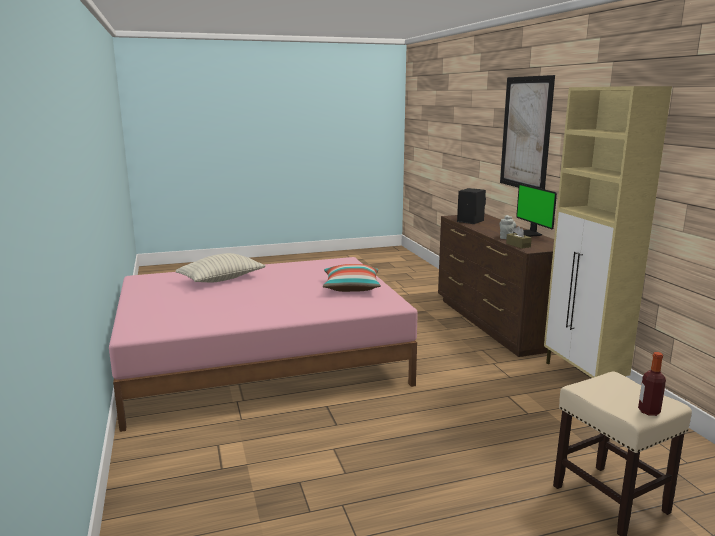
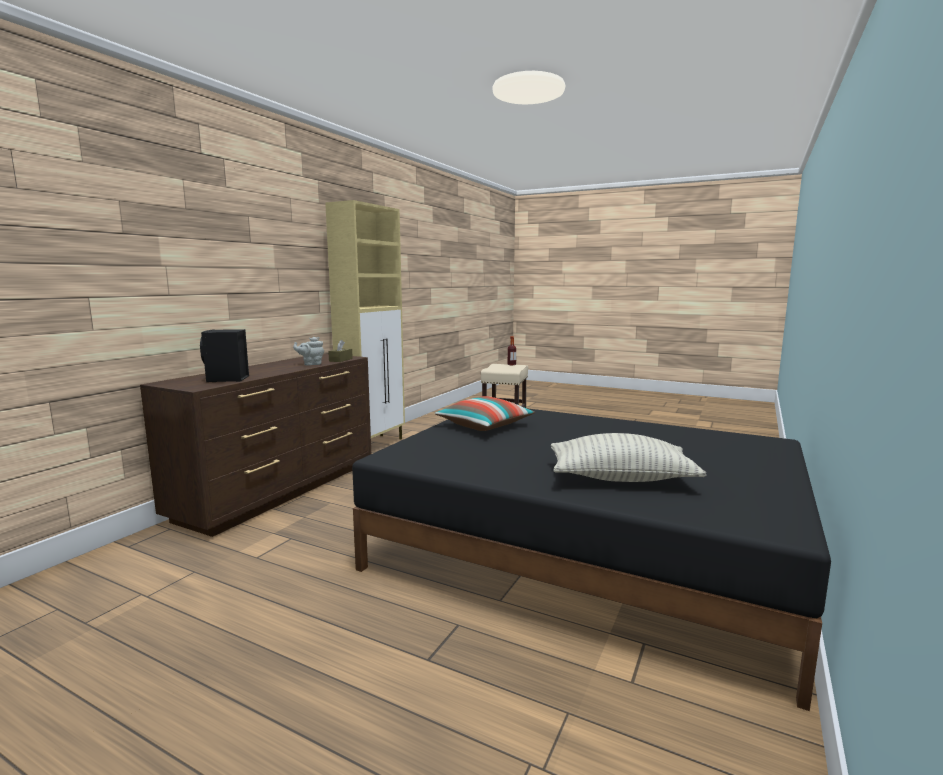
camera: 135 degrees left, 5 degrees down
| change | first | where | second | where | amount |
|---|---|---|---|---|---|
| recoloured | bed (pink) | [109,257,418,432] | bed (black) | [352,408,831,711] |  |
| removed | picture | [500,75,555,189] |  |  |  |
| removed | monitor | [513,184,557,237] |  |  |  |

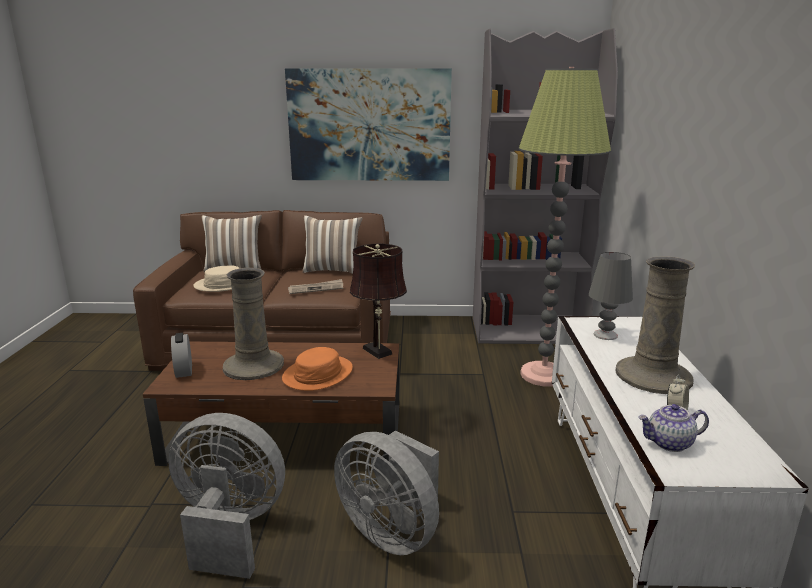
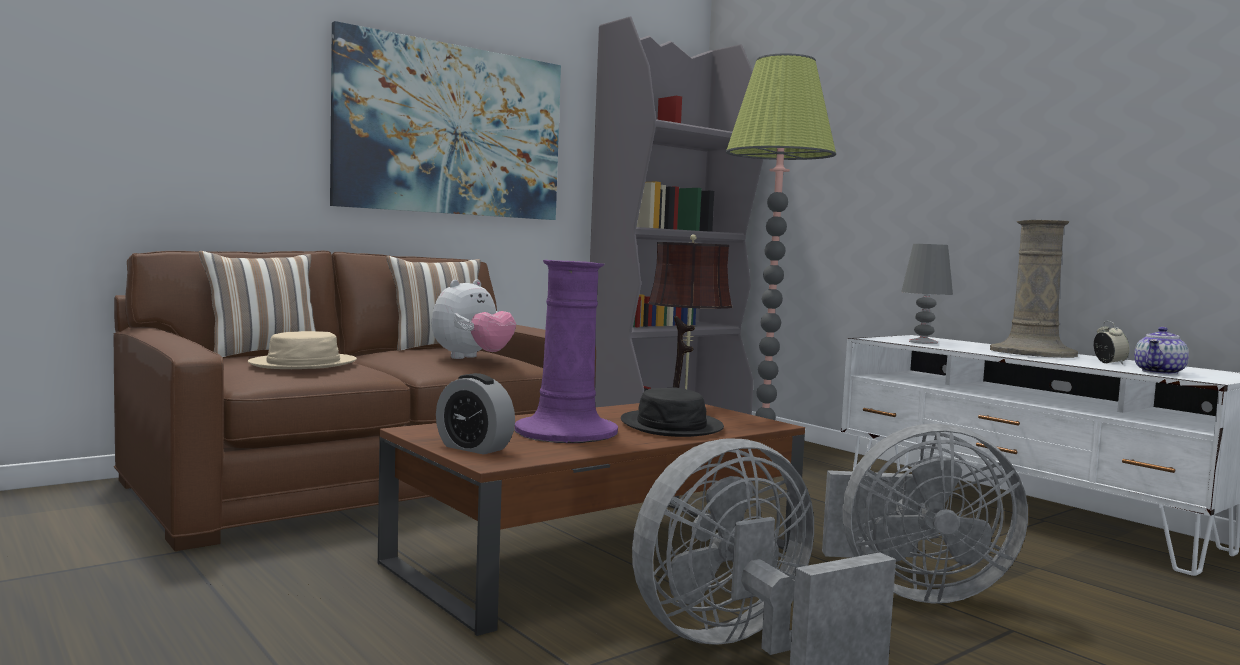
camera: 40 degrees left, 15 degrees down
| change | first | where | second | where | amount |
|---|---|---|---|---|---|
| recoloured | vase (beige) | [223,268,284,380] | vase (purple) | [514,260,618,443] |  |
| recoloured | hat (orange) | [282,347,353,391] | hat (black) | [621,388,724,437] |  |
| replaced | newspaper | [288,279,343,294] | plush toy | [432,279,516,359] |  |

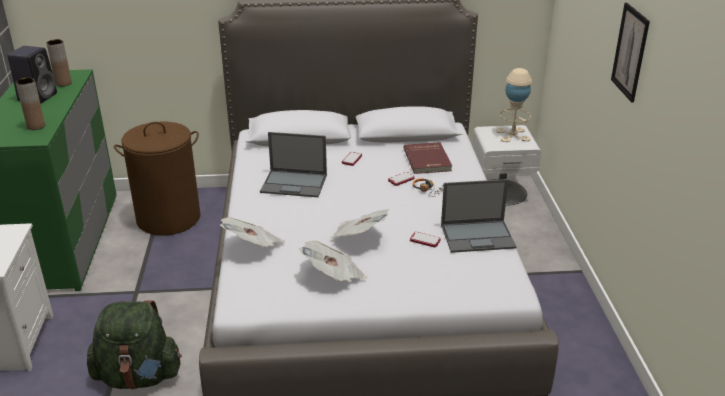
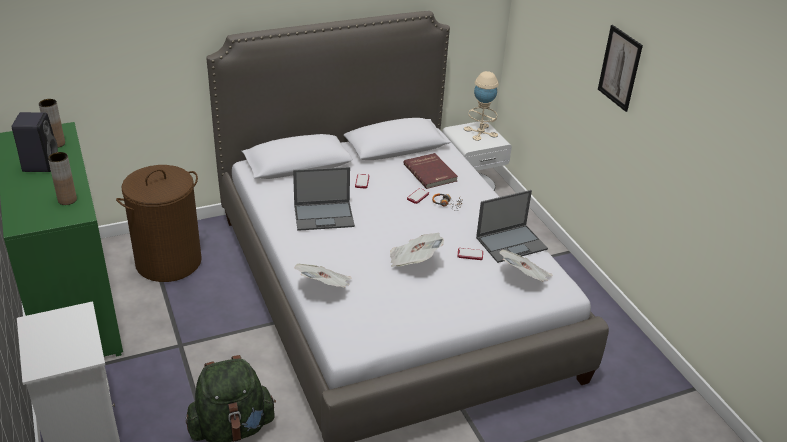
camera: 20 degrees left, 5 degrees up
| change | first | where | second | where | amount |
|---|---|---|---|---|---|
| moved | newspaper | [299,241,367,282] |  | [499,250,553,282] |  |

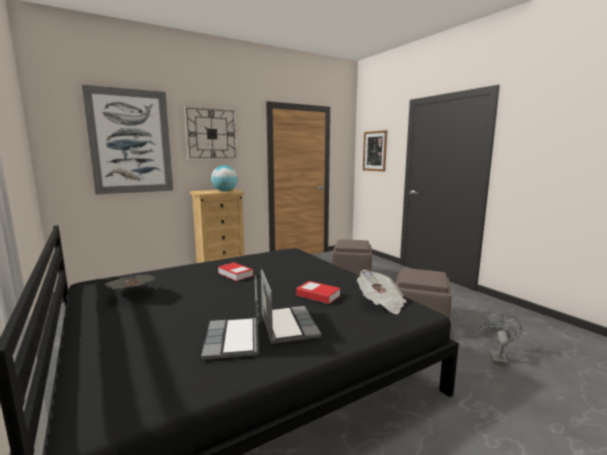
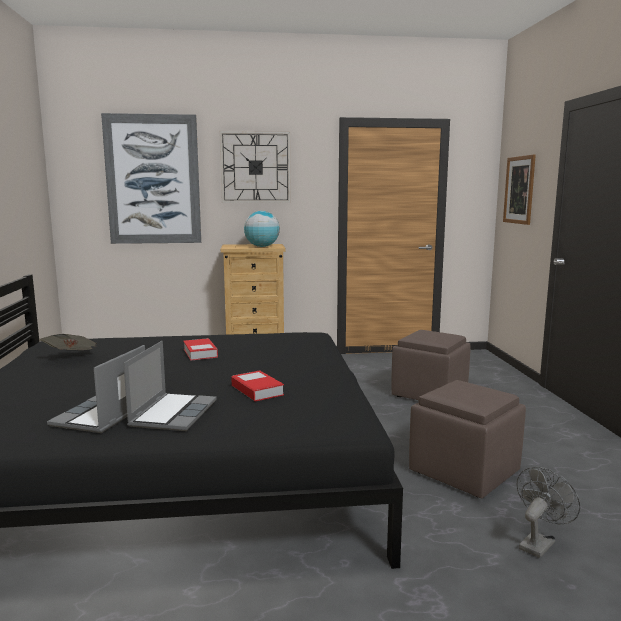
camera: 25 degrees right, 0 degrees up
| change | first | where | second | where | amount |
|---|---|---|---|---|---|
| removed | newspaper | [357,270,407,314] |  |  |  |

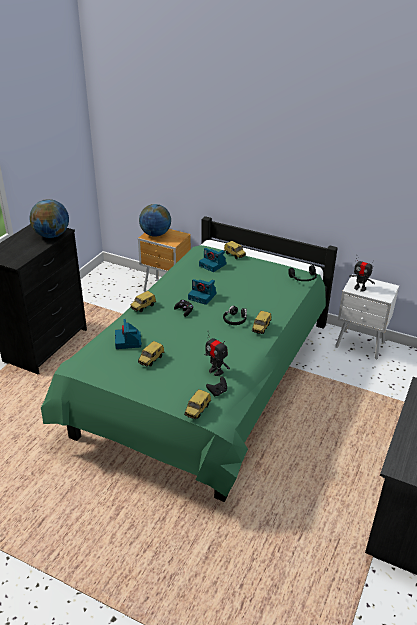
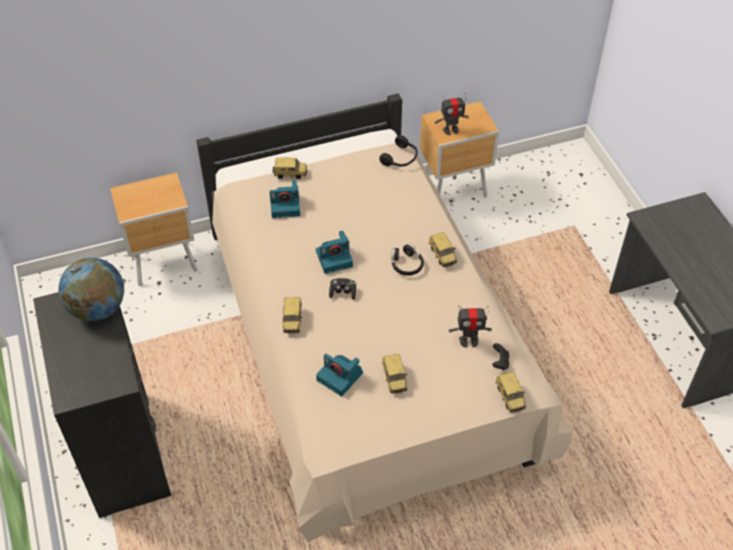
camera: 45 degrees left, 15 degrees up
| change | first | where | second | where | amount |
|---|---|---|---|---|---|
| recoloured | bed (green) | [41,216,338,502] | bed (beige) | [196,94,571,543] |  |
| removed | globe | [139,204,171,237] |  |  |  |
| recoloured | nightstand (white) | [335,274,399,360] | nightstand (brown) | [420,101,499,198] |  |

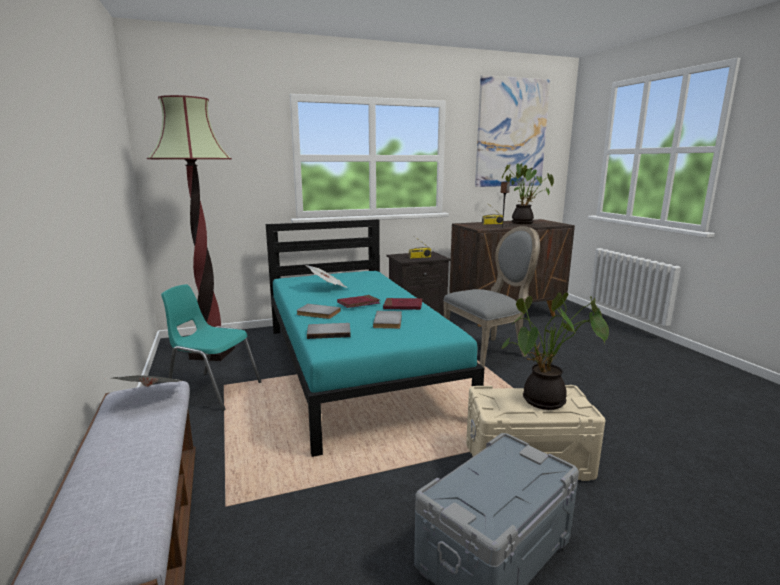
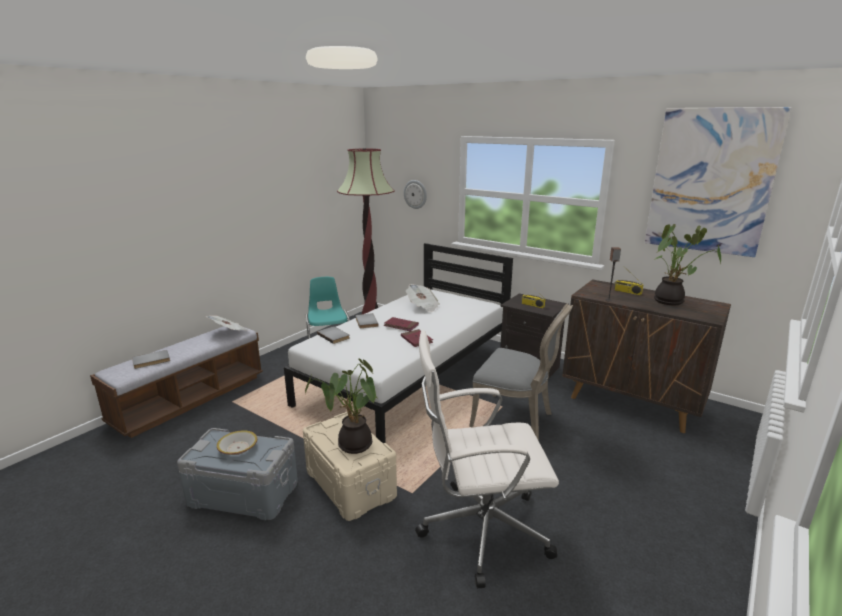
camera: 55 degrees right, 5 degrees up
| change | first | where | second | where | amount |
|---|---|---|---|---|---|
| recoloured | bed (turquoise) | [266,219,484,457] | bed (white) | [284,243,513,443] |  |
| moved | book (grey) | [373,311,402,329] |  | [132,350,170,369] |  |
| added |  |  | bowl | [217,430,257,455] |  |
| added |  |  | wall clock | [404,180,427,209] |  |
| added |  |  | office chair (white) | [415,330,559,588] |  |

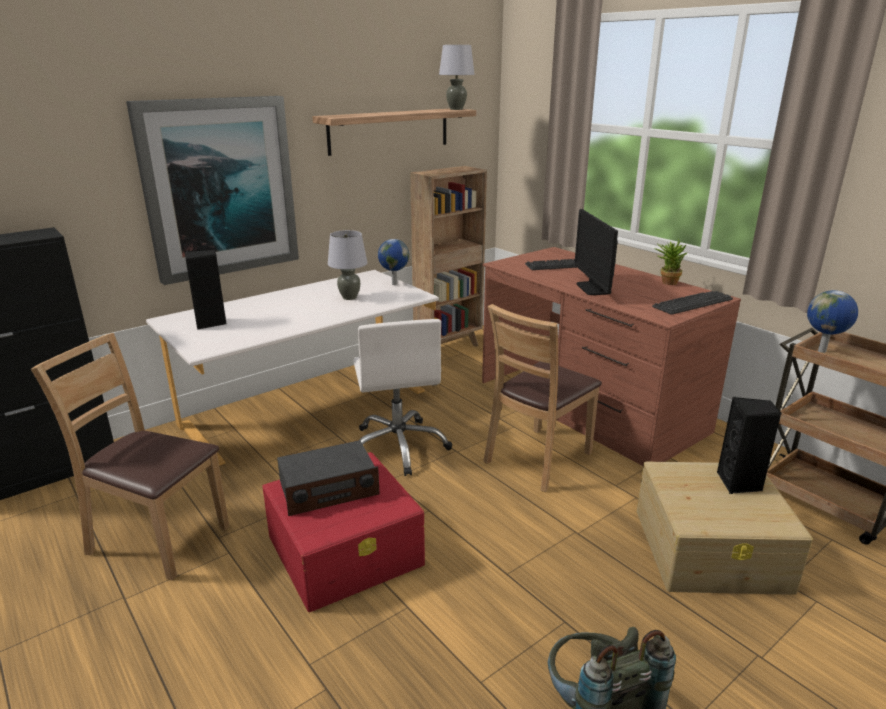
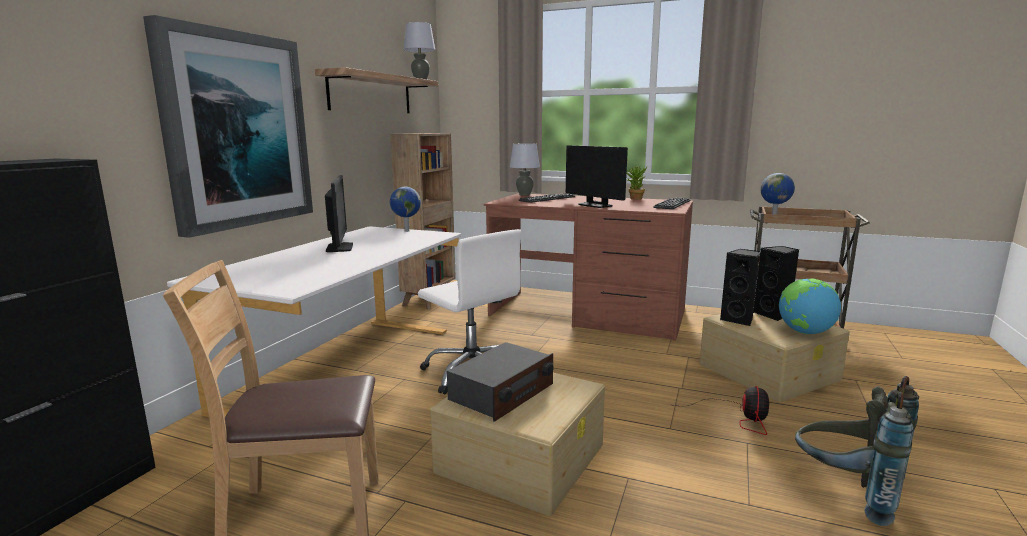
camera: 30 degrees left, 10 degrees down
| change | first | where | second | where | amount |
|---|---|---|---|---|---|
| moved | speaker (black) | [185,249,227,330] |  | [720,249,760,326] |  |
| recoloured | storage box (red) | [262,452,425,612] | storage box (beige) | [430,373,605,516] |  |
| moved | table lamp (grey) | [328,230,368,300] |  | [510,144,540,196] |  |
| removed | chair (brown) | [484,304,602,492] |  |  |  |
| added |  |  | monitor | [325,175,353,252] |  |
| added |  |  | fan | [674,386,769,435] |  |
| added |  |  | globe | [779,279,841,334] |  |

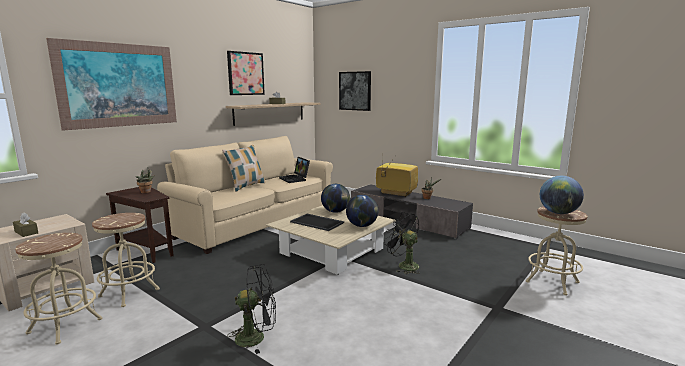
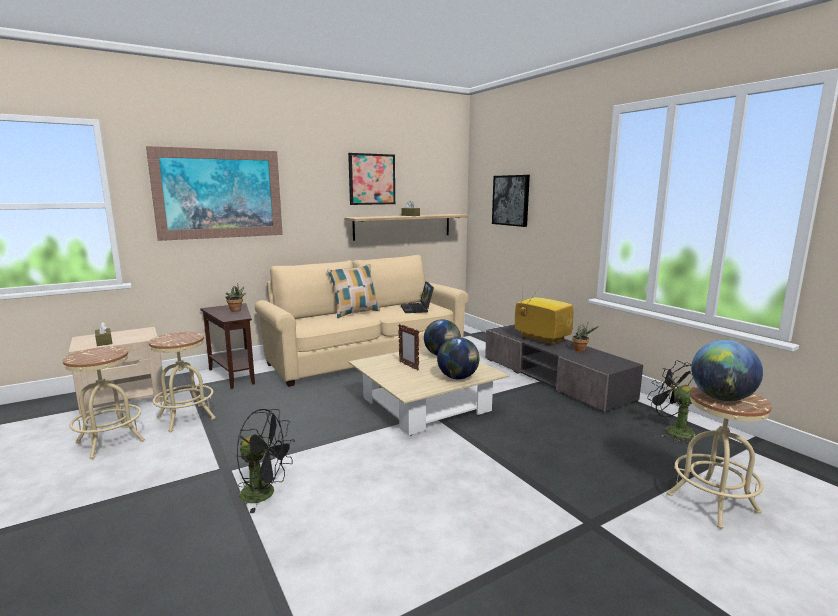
camera: 20 degrees right, 0 degrees up
| change | first | where | second | where | amount |
|---|---|---|---|---|---|
| replaced | tray | [290,214,344,231] | picture frame | [398,324,419,371] |  |
| moved | fan (black) | [384,212,420,274] |  | [647,361,696,444] |  |

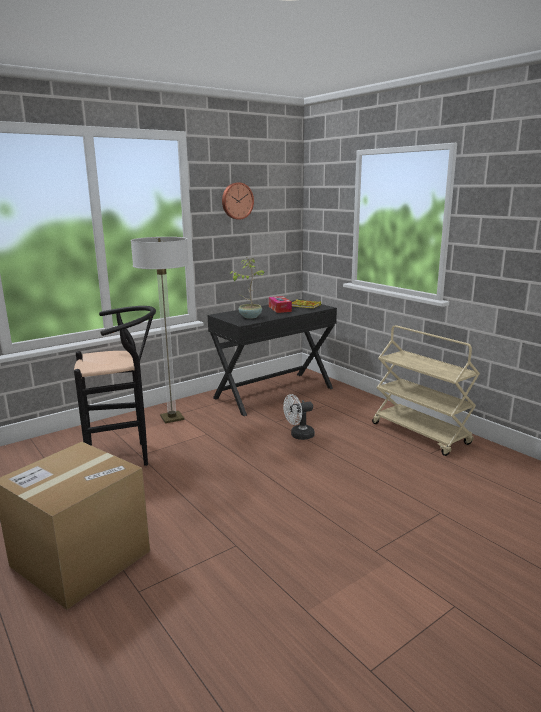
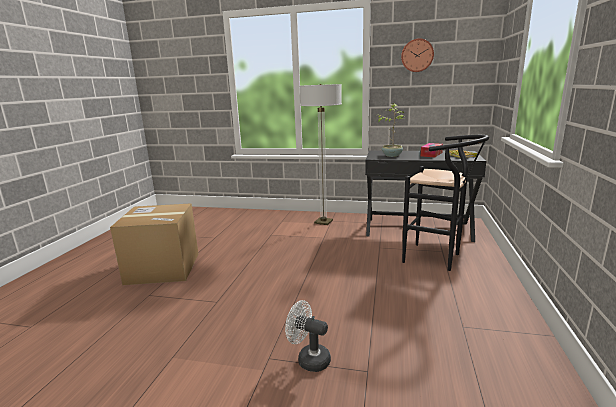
camera: 50 degrees right, 0 degrees up
| change | first | where | second | where | amount |
|---|---|---|---|---|---|
| moved | stool (black) | [74,306,156,466] |  | [402,135,489,271] |  |
| moved | fan (white) | [283,394,315,440] |  | [285,300,331,372] |  |
| removed | cart (beige) | [372,325,480,456] |  |  |  |

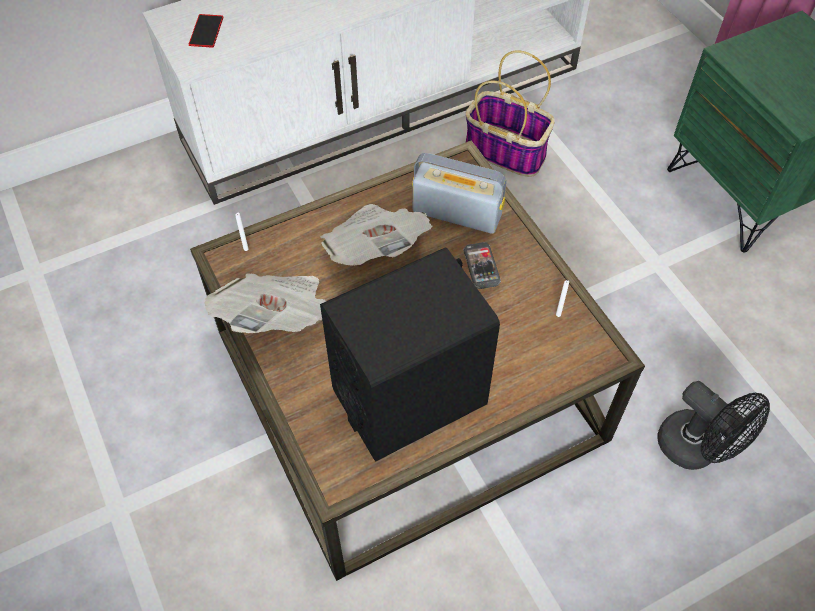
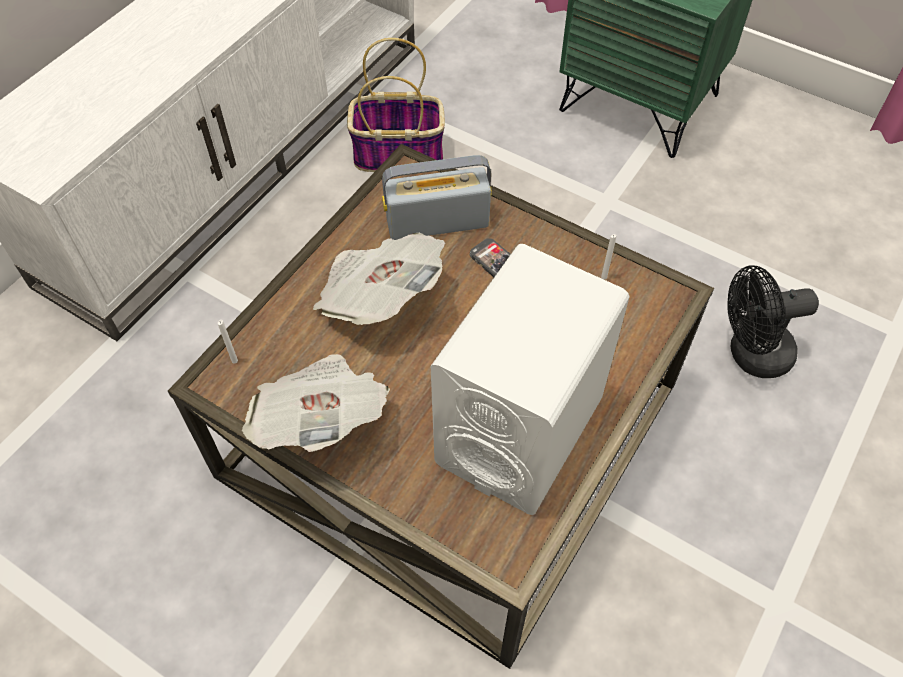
camera: 30 degrees left, 0 degrees up
| change | first | where | second | where | amount |
|---|---|---|---|---|---|
| removed | phone | [189,14,224,48] |  |  |  |
| recoloured | speaker (black) | [320,248,500,461] | speaker (white) | [431,244,630,515] |  |
| turned | fan (black) | [657,381,770,470] |  | [727,266,819,378] | 150 degrees clockwise |

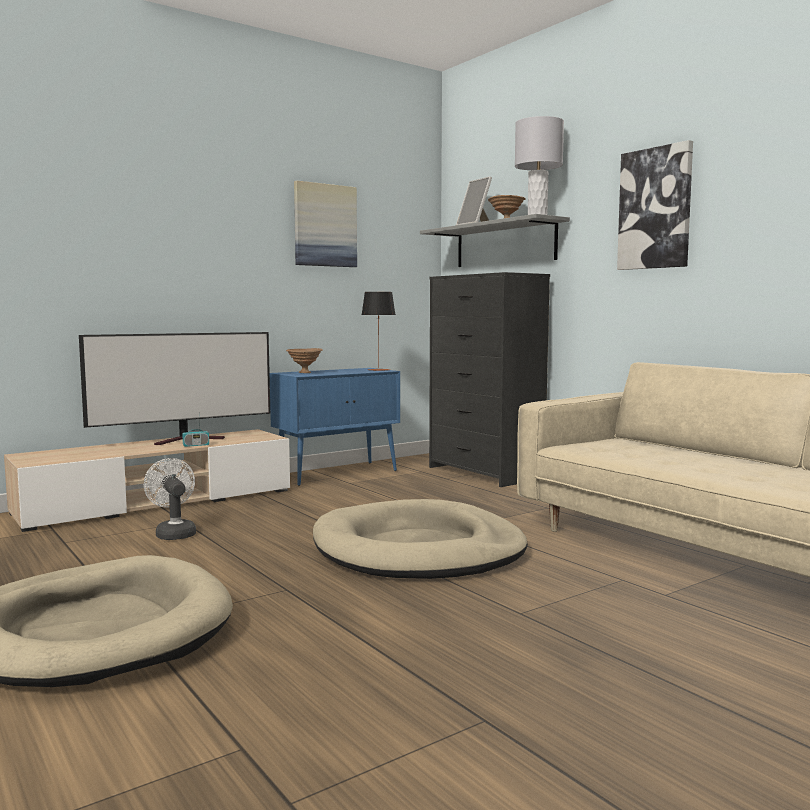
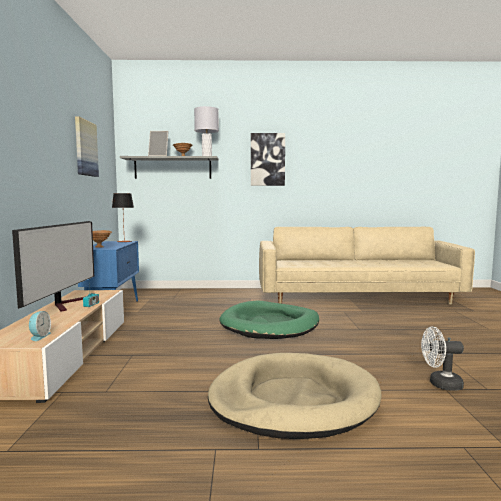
camera: 55 degrees left, 0 degrees up
| change | first | where | second | where | amount |
|---|---|---|---|---|---|
| moved | fan (white) | [144,458,196,540] |  | [421,327,464,391] |  |
| recoloured | dog bed (beige) | [313,499,528,579] | dog bed (green) | [219,300,319,339] |  |
| removed | dresser (black) | [429,272,550,487] |  |  |  |
| added |  |  | alarm clock | [29,311,51,341] |  |

